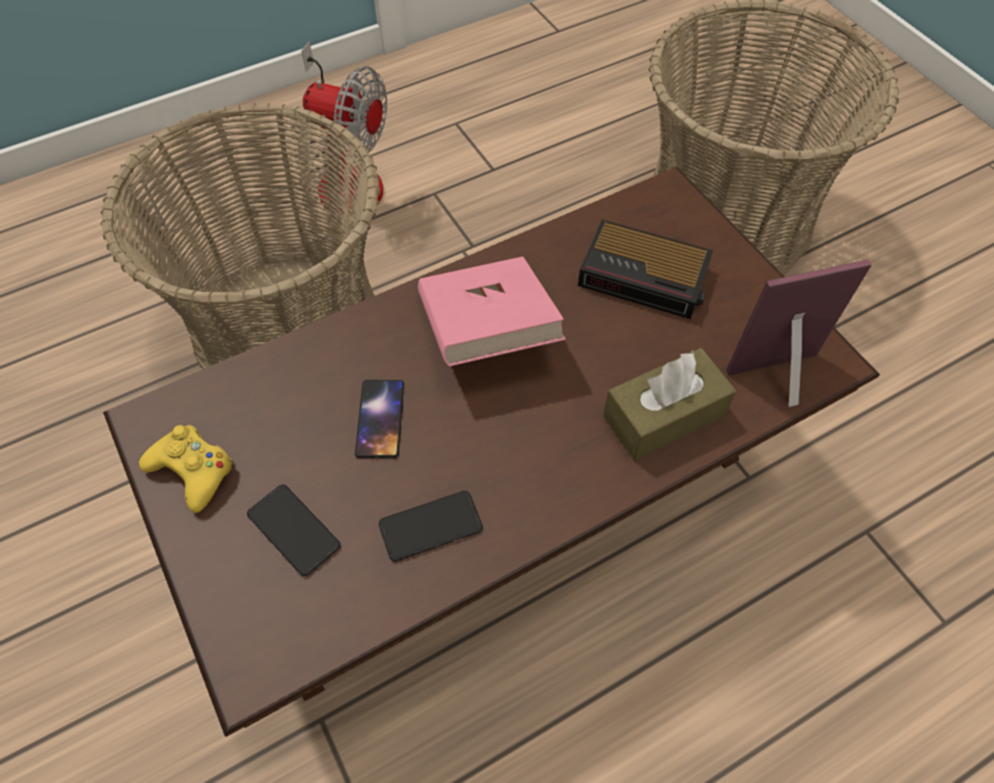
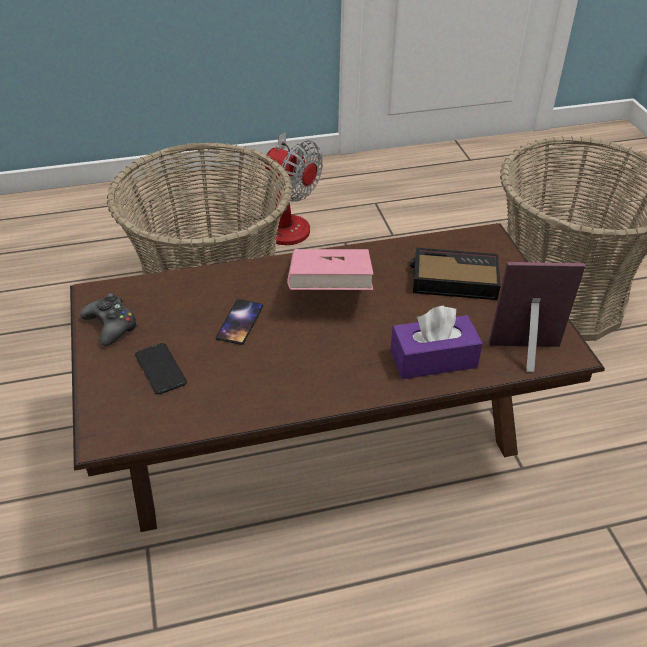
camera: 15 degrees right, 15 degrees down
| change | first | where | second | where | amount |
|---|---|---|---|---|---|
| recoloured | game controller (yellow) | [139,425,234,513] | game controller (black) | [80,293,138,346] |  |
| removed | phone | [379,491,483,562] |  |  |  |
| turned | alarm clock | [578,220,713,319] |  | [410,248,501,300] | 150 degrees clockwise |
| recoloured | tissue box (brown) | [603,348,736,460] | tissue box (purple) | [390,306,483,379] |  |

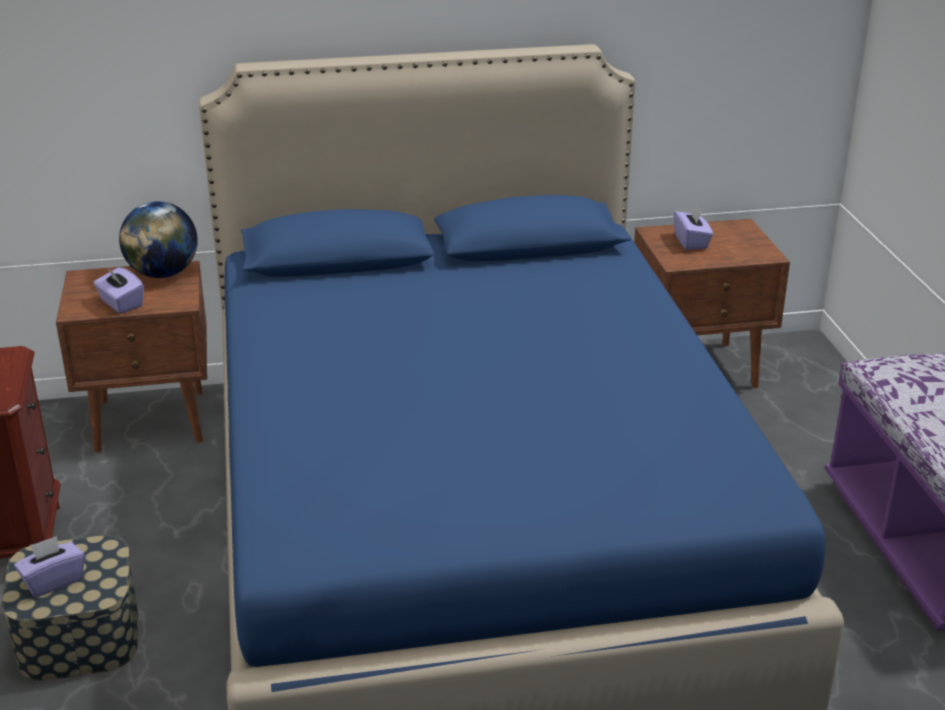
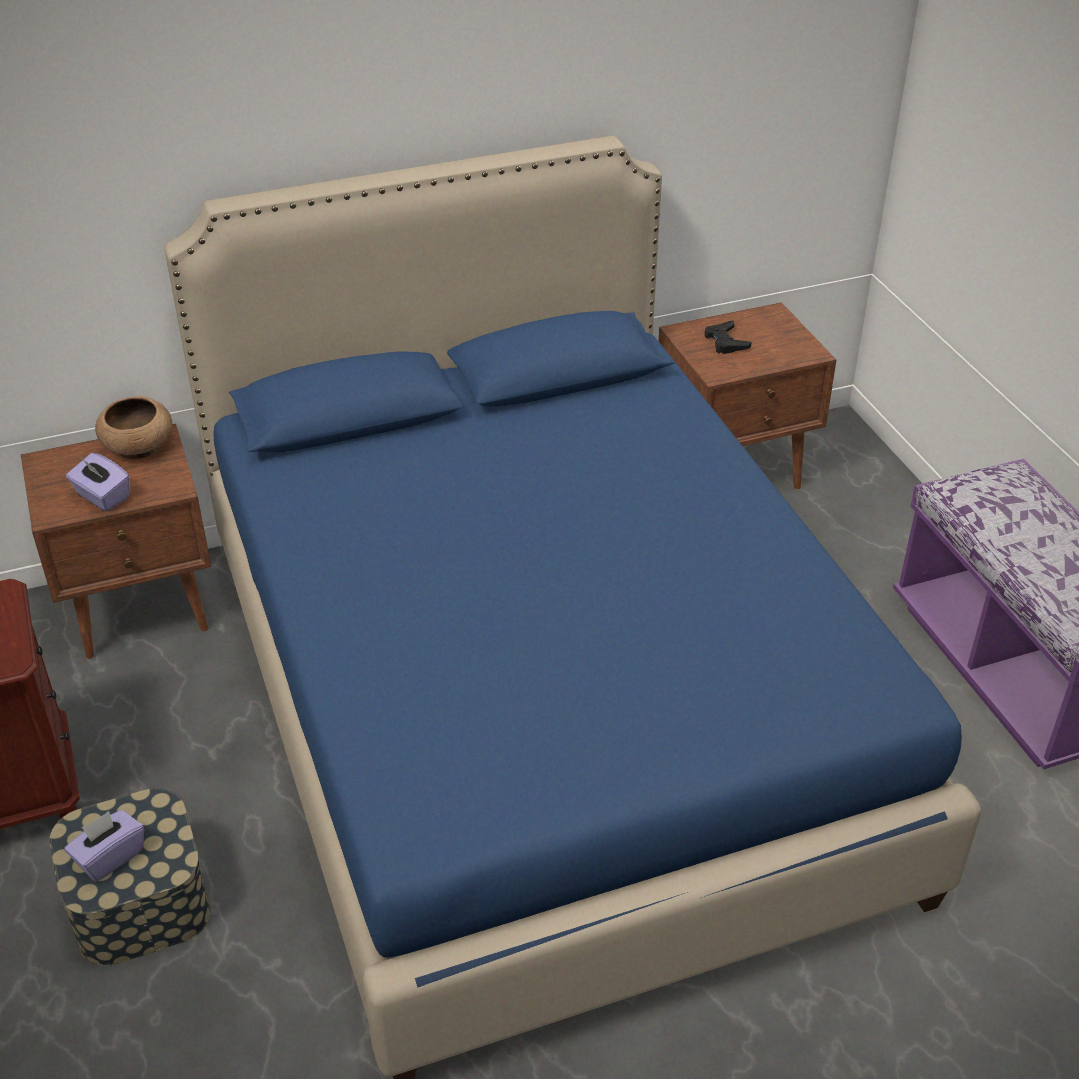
camera: 10 degrees left, 10 degrees up
| change | first | where | second | where | amount |
|---|---|---|---|---|---|
| replaced | globe | [119,201,198,278] | bowl (brown) | [95,396,172,459] |  |
| replaced | tissue box (purple) | [674,205,713,250] | game controller (black) | [705,320,752,354] |  |

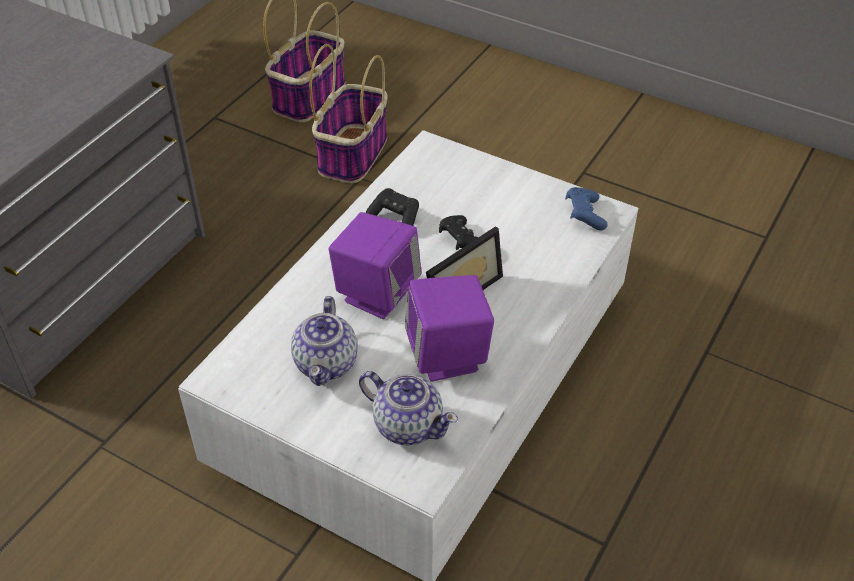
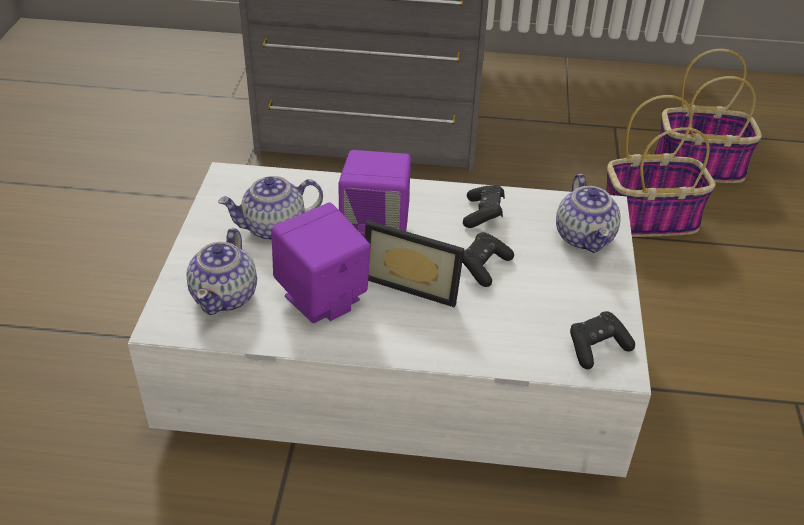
camera: 65 degrees right, 5 degrees down
| change | first | where | second | where | amount |
|---|---|---|---|---|---|
| recoloured | game controller (blue) | [565,187,607,231] | game controller (black) | [570,311,635,369] |  |
| added |  |  | teapot | [556,174,620,253] |  |

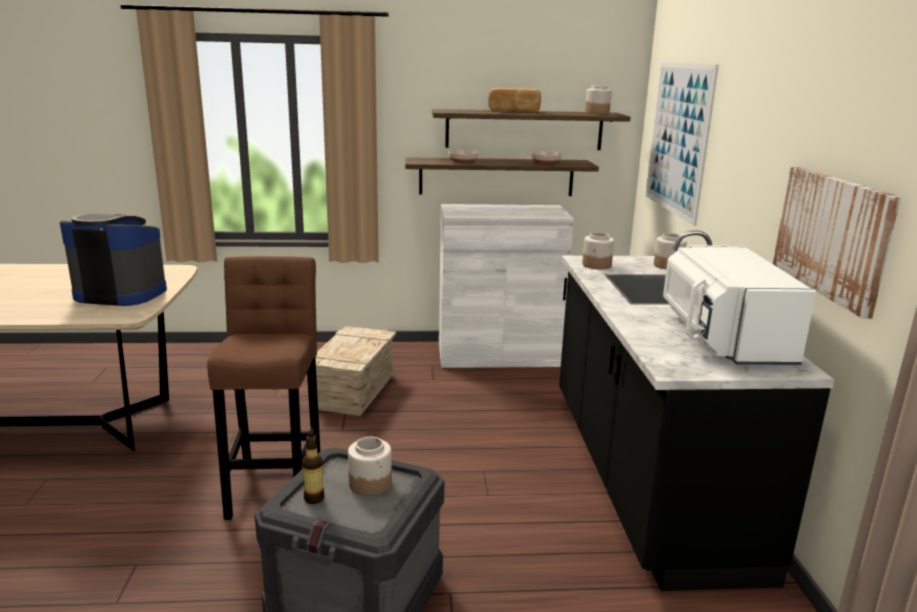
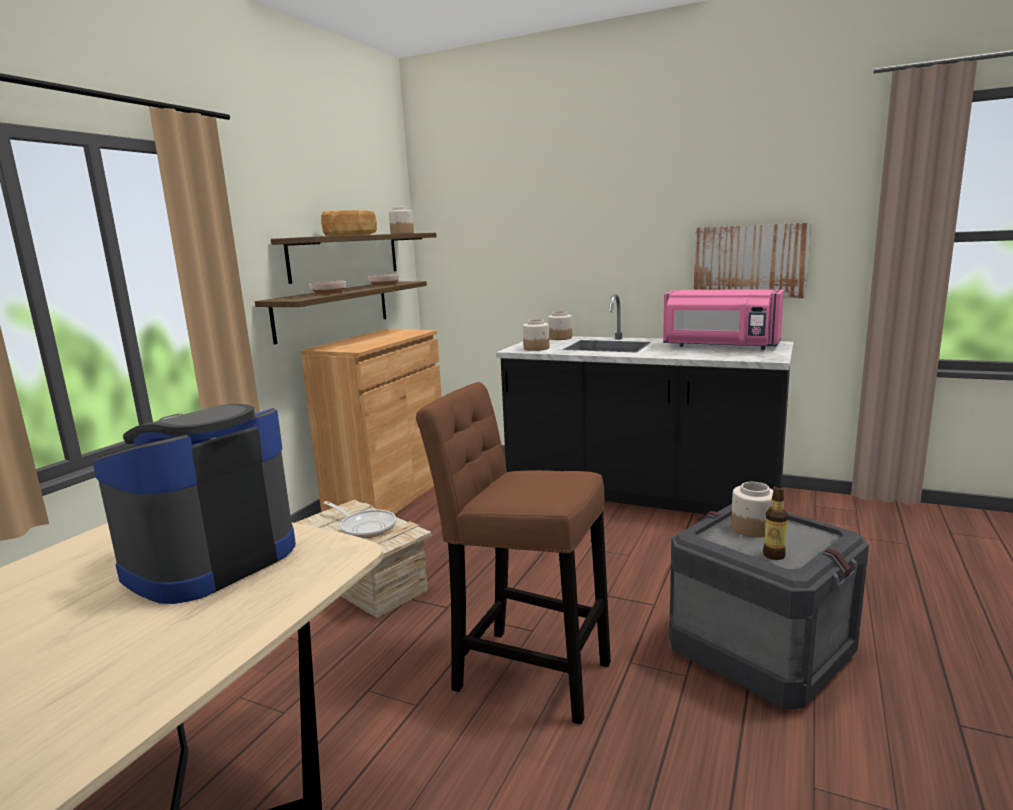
camera: 60 degrees left, 5 degrees down
| change | first | where | second | where | amount |
|---|---|---|---|---|---|
| recoloured | cabinet (white) | [439,204,574,368] | cabinet (brown) | [301,329,442,514] |  |
| removed | picture | [646,62,719,226] |  |  |  |
| recoloured | microwave (white) | [663,245,816,365] | microwave (pink) | [663,290,784,350] |  |
| added |  |  | frying pan | [323,501,396,538] |  |

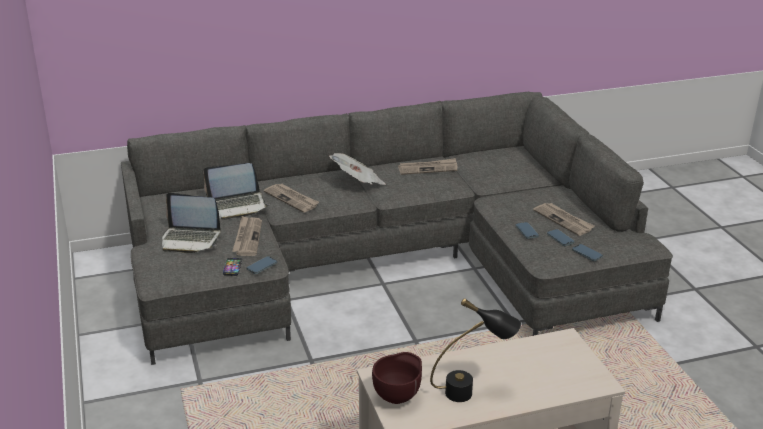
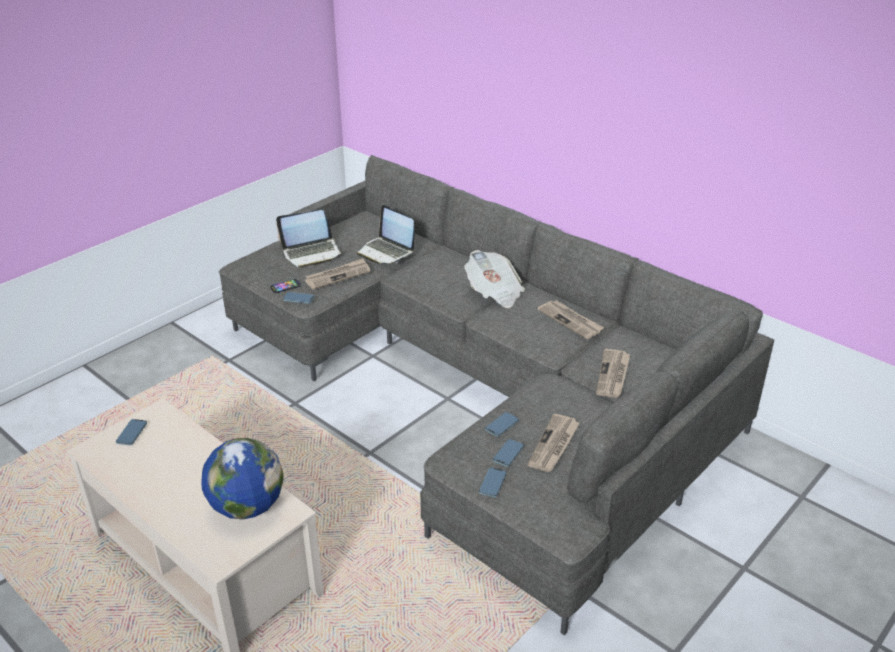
camera: 60 degrees right, 5 degrees up
| change | first | where | second | where | amount |
|---|---|---|---|---|---|
| turned | laptop | [162,193,221,253] |  | [276,210,344,268] | 90 degrees counterclockwise |
| moved | newspaper | [264,184,319,213] |  | [596,349,630,398] |  |
| replaced | bowl (brown) | [372,352,422,404] | phone | [116,419,147,445] |  |
| removed | table lamp (black) | [430,298,521,402] |  |  |  |
| added |  |  | globe | [201,438,284,519] |  |

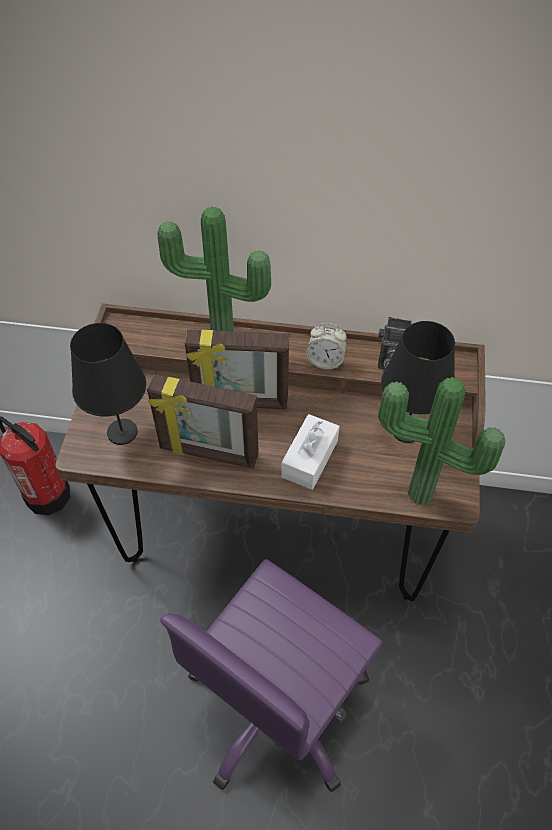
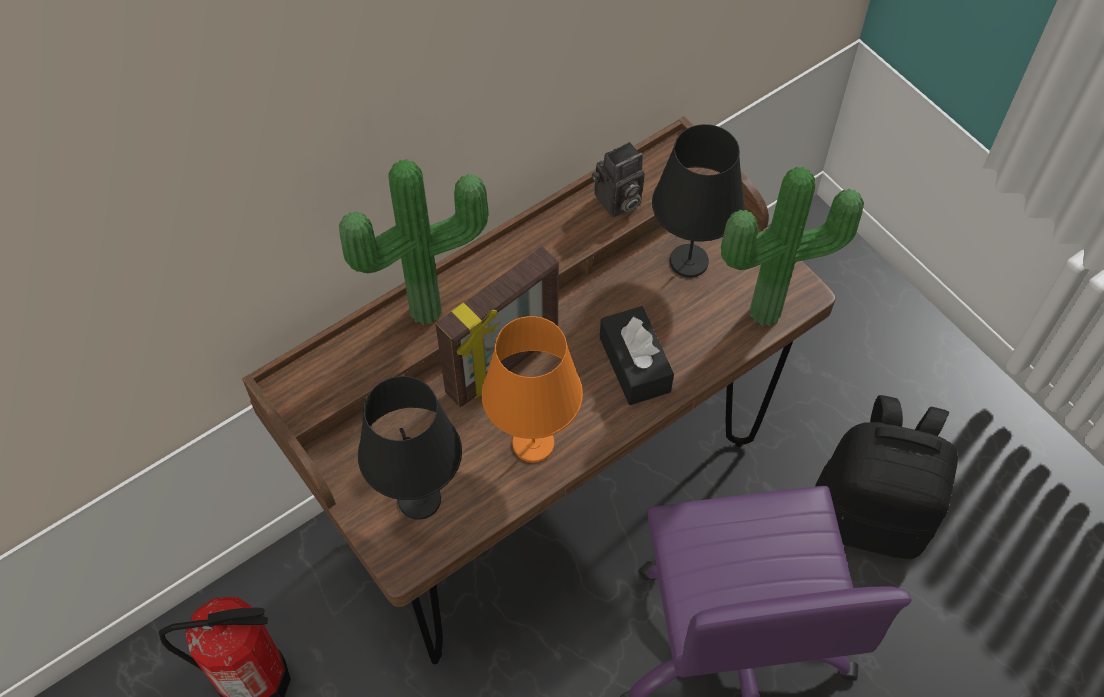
camera: 45 degrees left, 5 degrees up
| change | first | where | second | where | amount |
|---|---|---|---|---|---|
| replaced | picture frame | [147,374,259,469] | table lamp (orange) | [481,316,583,463] |  |
| recoloured | tissue box (white) | [281,414,340,490] | tissue box (black) | [600,306,674,405] |  |
| removed | alarm clock | [306,323,347,369] |  |  |  |
| added |  |  | backpack (black) | [815,395,958,559] |  |

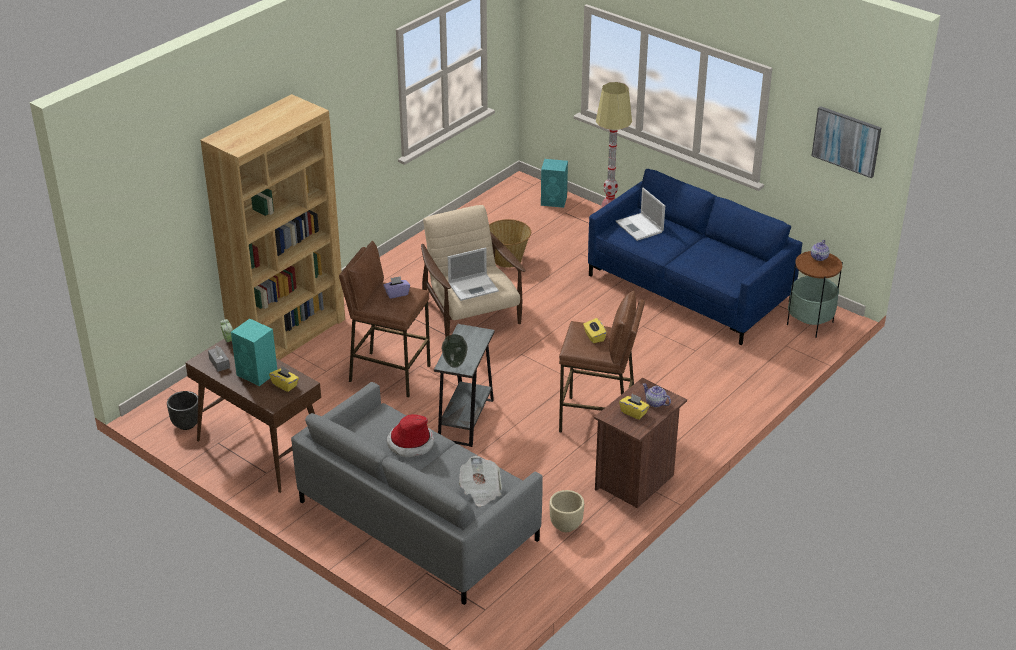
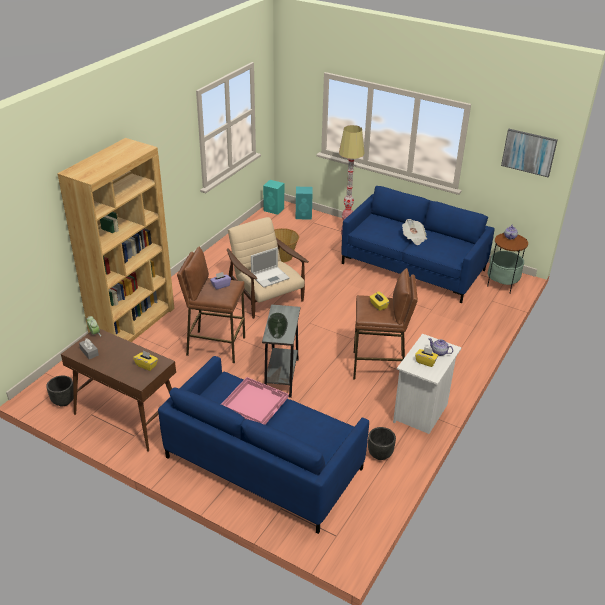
camera: 10 degrees left, 0 degrees up
| change | first | where | second | where | amount |
|---|---|---|---|---|---|
| moved | speaker (turquoise) | [231,319,277,386] |  | [263,180,284,215] |  |
| recoloured | sofa (grey) | [291,382,543,605] | sofa (blue) | [158,356,369,534] |  |
| replaced | hat | [387,414,434,457] | tray (pink) | [221,377,288,425] |  |
| moved | newspaper | [459,456,502,507] |  | [402,219,427,245] |  |
| recoloured | planter (beige) | [549,490,584,532] | planter (black) | [368,427,396,460] |  |
| recoloured | nightstand (brown) | [594,378,687,508] | nightstand (white) | [393,334,462,434] |  |
| removed | laptop | [616,188,665,241] |  |  |  |

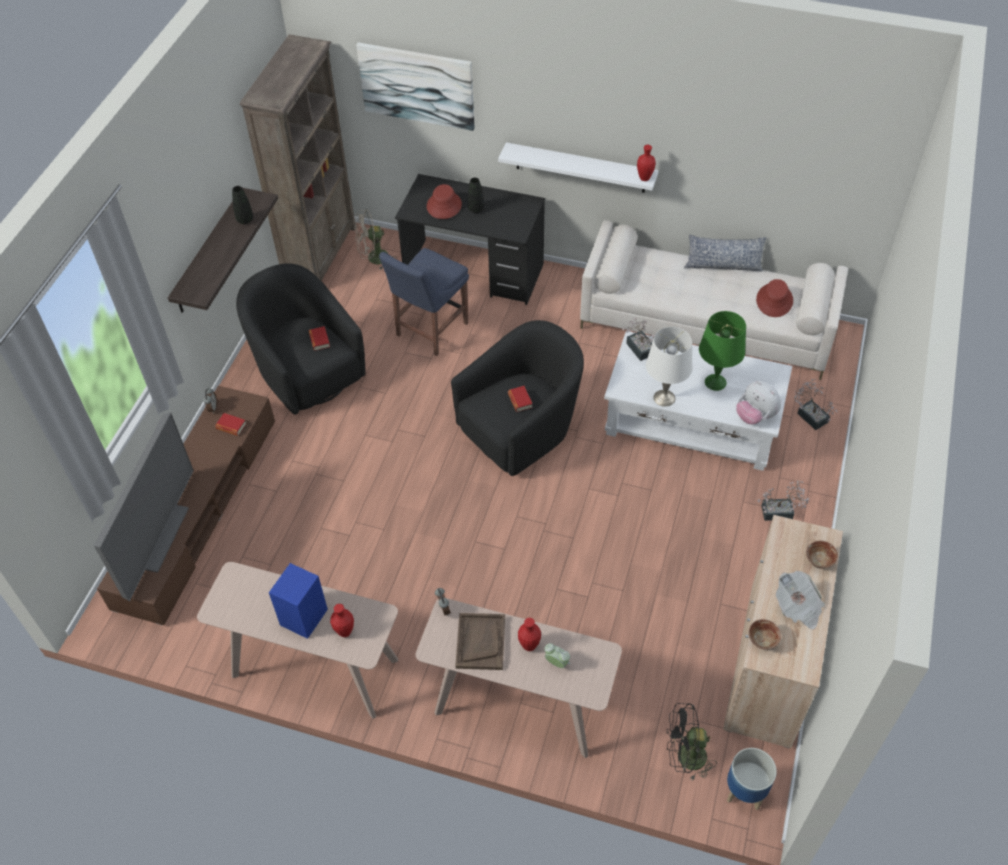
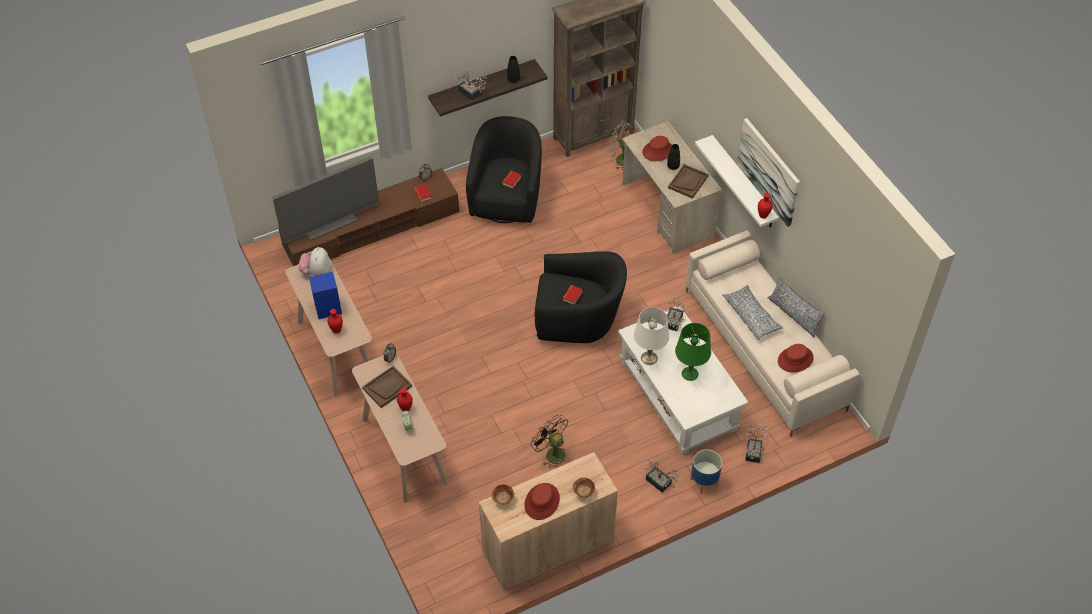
camera: 45 degrees right, 0 degrees up
| change | first | where | second | where | amount |
|---|---|---|---|---|---|
| moved | picture | [356,42,474,131] |  | [737,118,800,227] |  |
| removed | chair (blue) | [379,248,469,356] |  |  |  |
| recoloured | desk (black) | [395,174,545,305] | desk (beige) | [622,121,722,253] |  |
| moved | fan (black) | [667,703,717,780] |  | [531,415,568,469] |  |
| moved | planter | [727,748,777,810] |  | [690,449,722,494] |  |
| moved | plush toy | [736,381,781,424] |  | [298,247,330,276] |  |
| replaced | newspaper | [776,571,825,630] | hat (red) | [525,483,560,520] |  |
| added |  |  | potted plant | [454,70,487,100] |  |
| added |  |  | tray (brown) | [668,164,708,199] |  |
| added |  |  | pillow | [722,285,783,340] |  |

